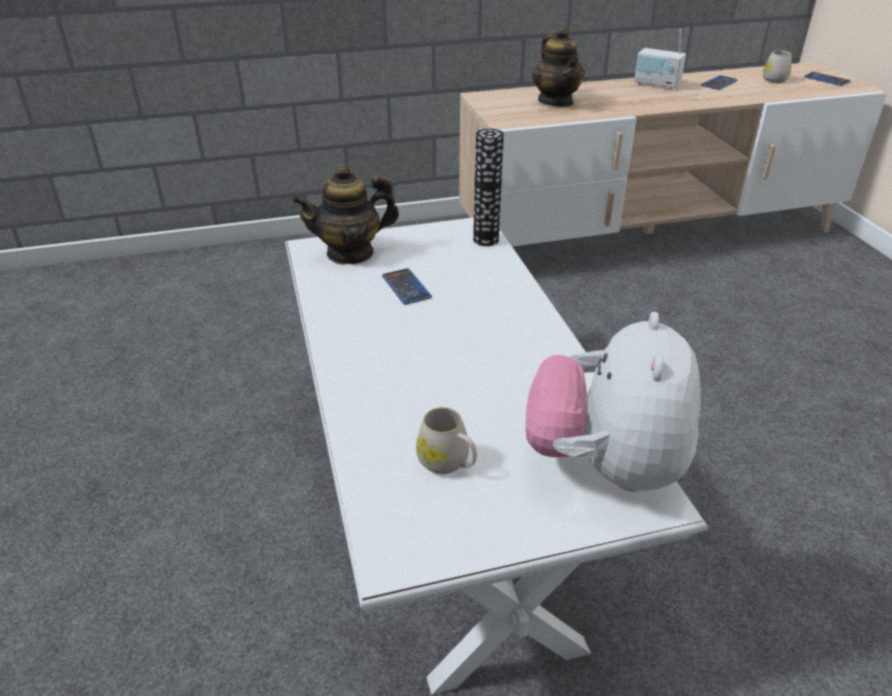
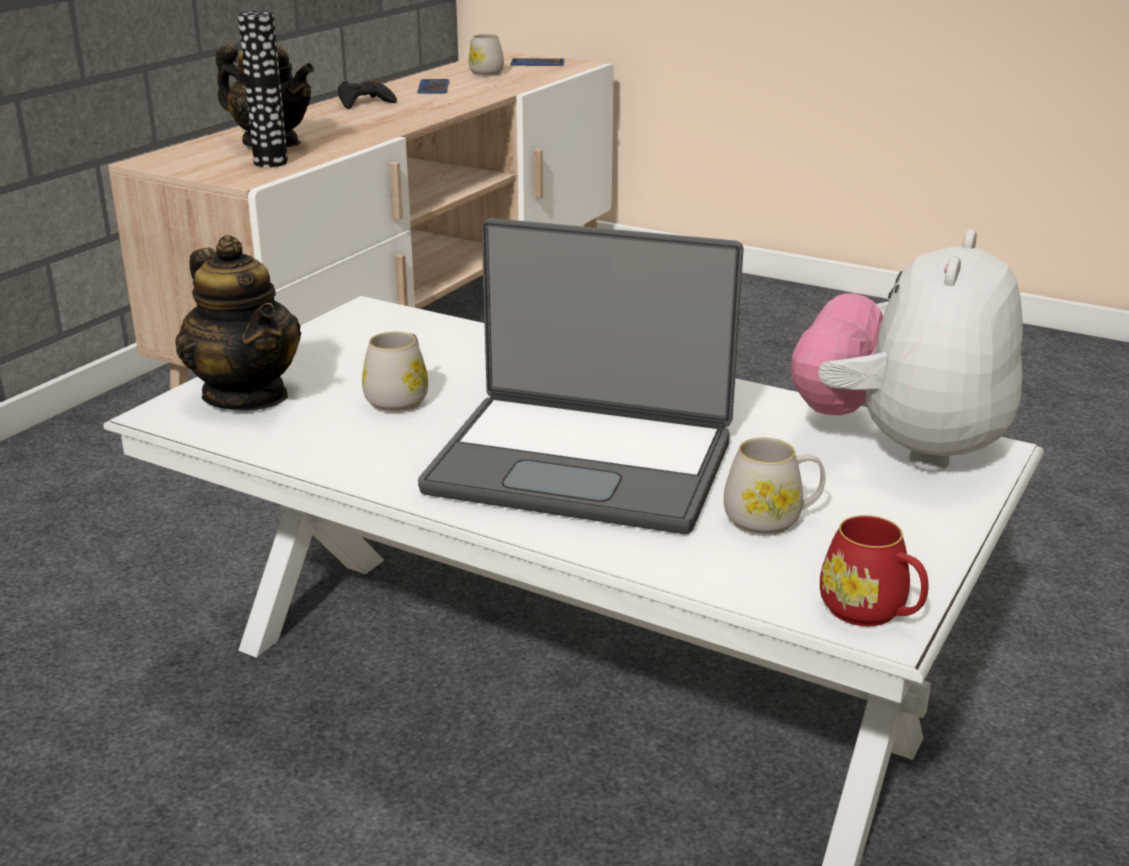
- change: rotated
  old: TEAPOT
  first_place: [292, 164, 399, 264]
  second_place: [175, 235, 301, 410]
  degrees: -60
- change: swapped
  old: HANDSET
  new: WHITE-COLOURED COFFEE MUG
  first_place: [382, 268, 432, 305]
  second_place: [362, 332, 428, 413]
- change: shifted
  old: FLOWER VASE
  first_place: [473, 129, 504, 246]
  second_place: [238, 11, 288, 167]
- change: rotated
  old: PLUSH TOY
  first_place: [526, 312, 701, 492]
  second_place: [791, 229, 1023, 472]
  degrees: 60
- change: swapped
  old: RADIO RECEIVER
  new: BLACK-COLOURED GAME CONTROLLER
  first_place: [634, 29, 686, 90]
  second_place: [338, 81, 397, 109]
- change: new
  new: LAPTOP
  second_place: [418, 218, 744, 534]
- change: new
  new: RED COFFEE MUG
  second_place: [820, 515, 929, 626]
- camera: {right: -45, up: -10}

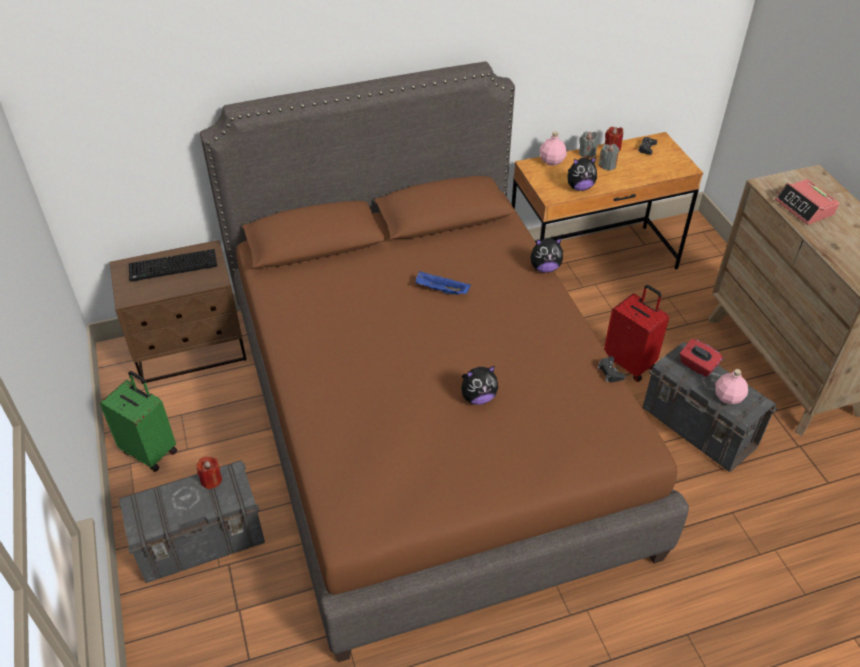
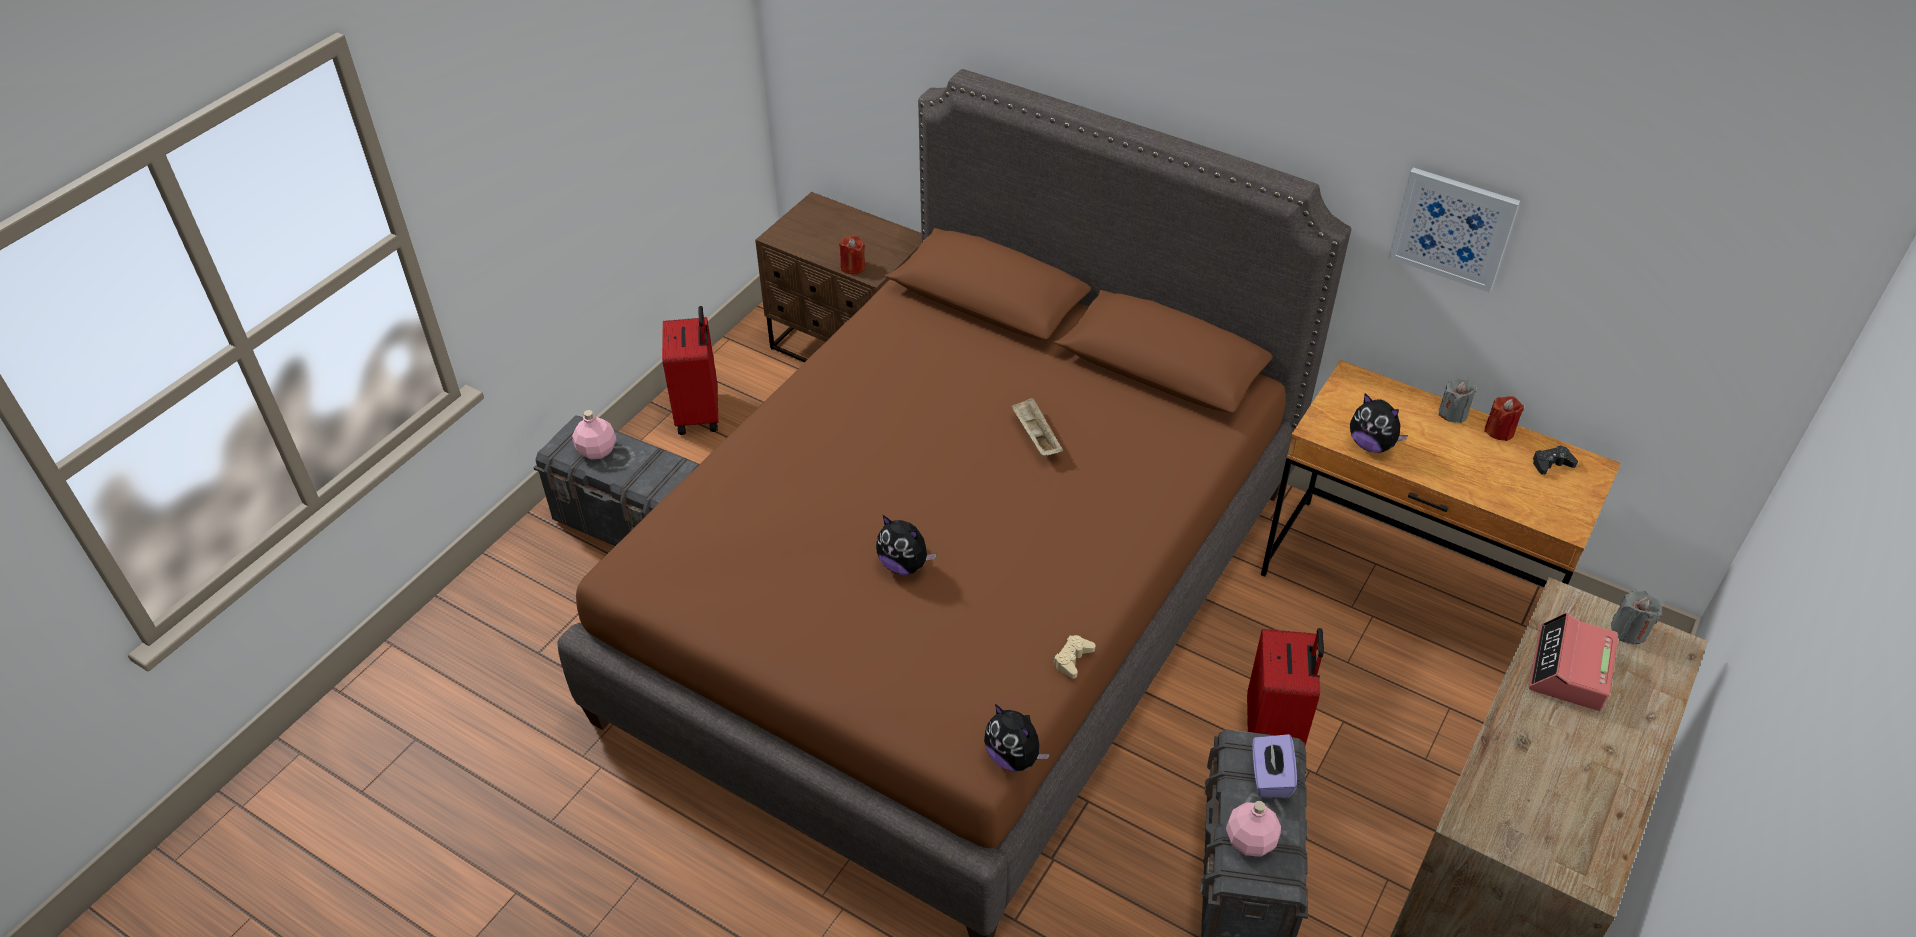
- change: repainted
  old: GREENISH TRAVEL CASE
  new: RED TRAVEL CASE
  first_place: [100, 371, 177, 472]
  second_place: [662, 306, 718, 435]
- change: gone
  old: COMPUTER KEYBOARD
  first_place: [129, 249, 217, 282]
- change: shifted
  old: RED WAX CANDLE
  first_place: [196, 456, 222, 489]
  second_place: [839, 235, 865, 274]
- change: repainted
  old: BLUE TRAY
  new: BEIGE TRAY
  first_place: [415, 271, 471, 295]
  second_place: [1011, 397, 1063, 456]
- change: shifted
  old: PLUSH TOY
  first_place: [531, 238, 563, 273]
  second_place: [984, 704, 1050, 771]
- change: shifted
  old: PINK BEVERAGE BOTTLE
  first_place: [540, 131, 567, 166]
  second_place: [572, 410, 616, 460]
- change: repainted
  old: BLACK-COLOURED GAME CONTROLLER
  new: BEIGE GAME CONTROLLER
  first_place: [598, 356, 626, 382]
  second_place: [1053, 635, 1095, 678]
- change: shifted
  old: GREYISH WAX CANDLE
  first_place: [599, 144, 619, 171]
  second_place: [1611, 589, 1662, 644]
- change: repainted
  old: RED TISSUE BOX
  new: PURPLE-COLOURED TISSUE BOX
  first_place: [680, 339, 723, 377]
  second_place: [1252, 734, 1297, 798]
- change: new
  new: PICTURE
  second_place: [1388, 168, 1520, 293]
- camera: {right: 50, up: 0}

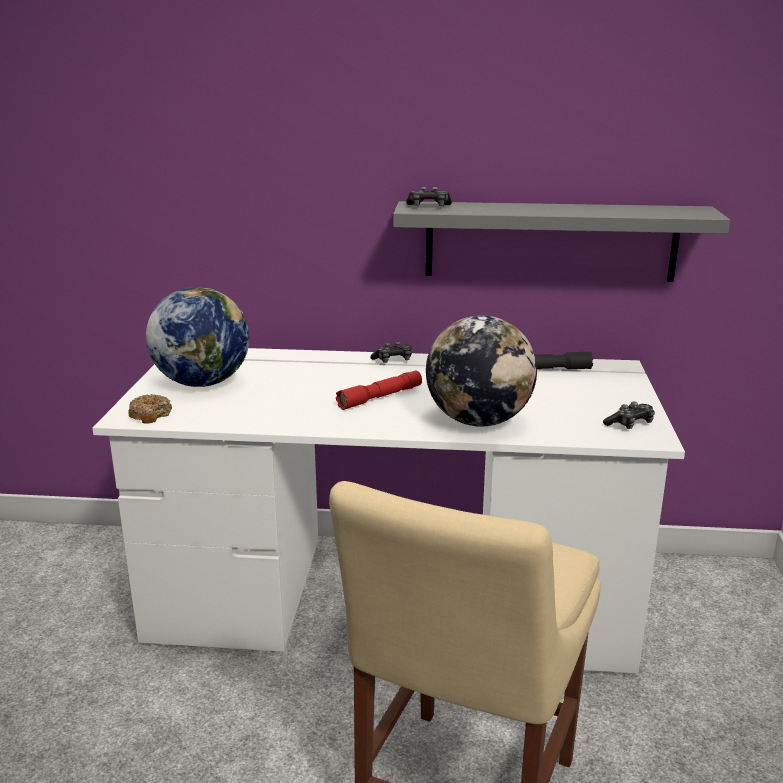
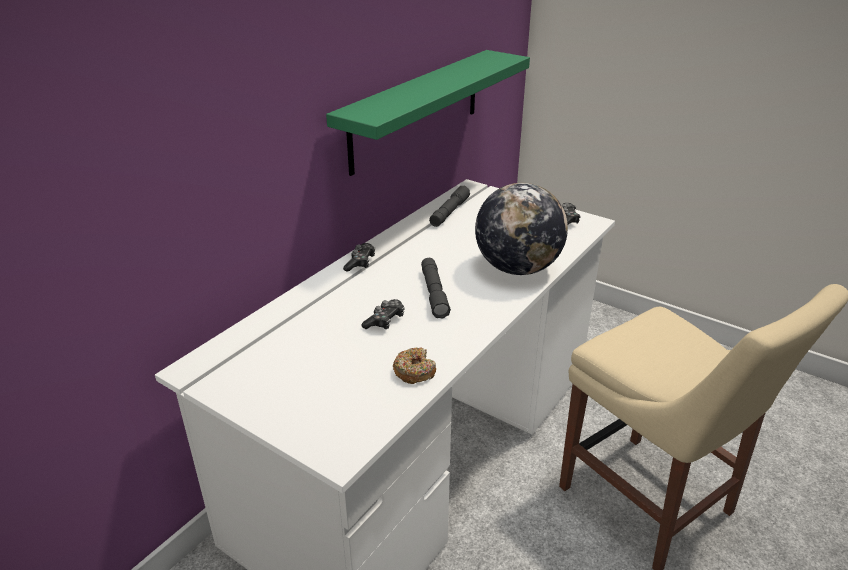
- change: shifted
  old: DONUT
  first_place: [128, 394, 172, 424]
  second_place: [393, 347, 436, 384]
- change: gone
  old: DESK GLOBE
  first_place: [146, 287, 249, 387]
- change: repainted
  old: RED TORCH
  new: GREYISH TORCH
  first_place: [336, 371, 422, 410]
  second_place: [421, 258, 451, 319]
- change: repainted
  old: GREYISH SHELF
  new: GREENISH SHELF
  first_place: [393, 201, 730, 282]
  second_place: [326, 50, 530, 176]
- change: shifted
  old: GAME CONTROLLER
  first_place: [406, 187, 452, 206]
  second_place: [361, 299, 405, 330]
- camera: {right: -60, up: 10}

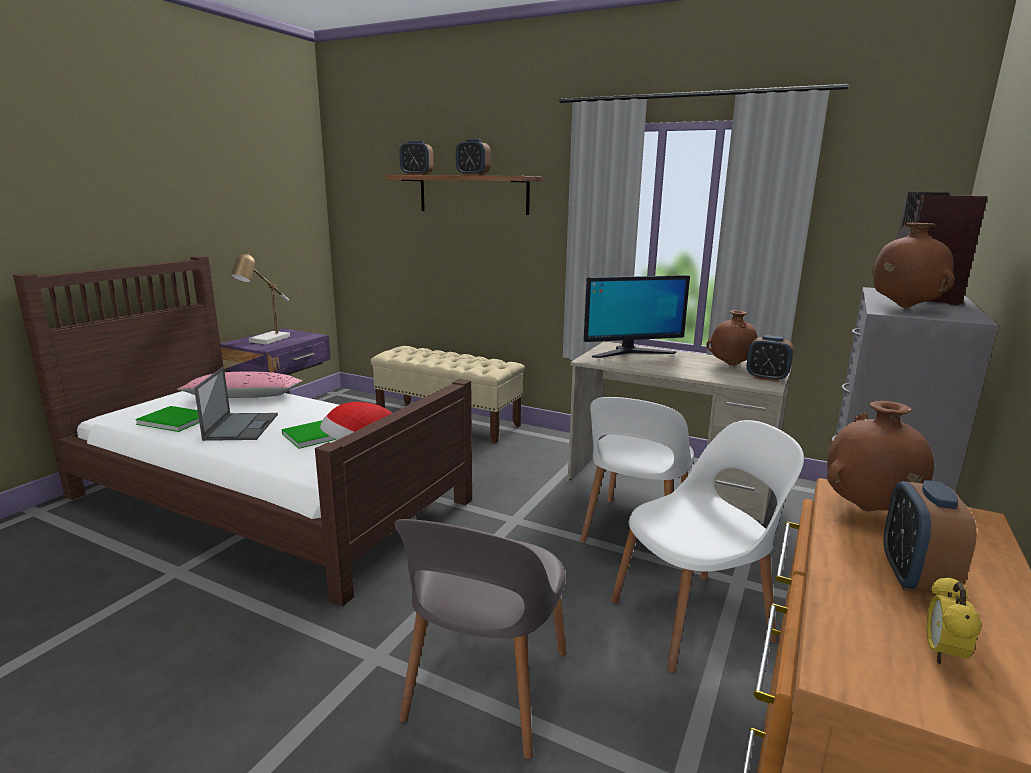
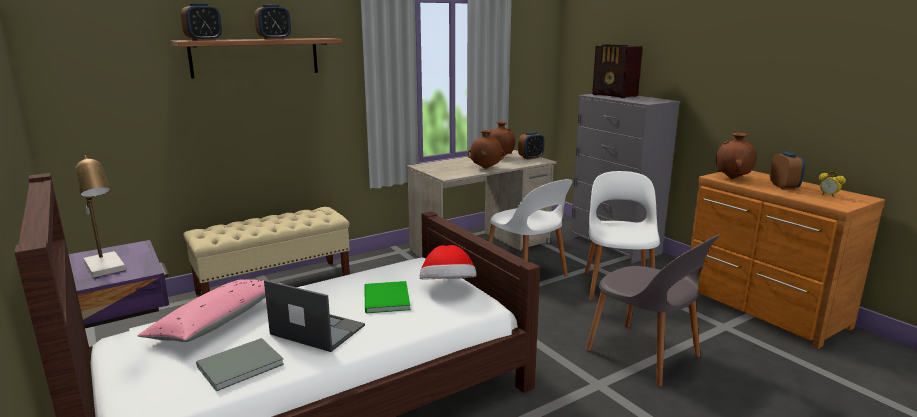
- change: repainted
  old: GREENISH BOUND BOOK
  new: GREYISH BOUND BOOK
  first_place: [135, 406, 199, 432]
  second_place: [196, 338, 284, 391]
- change: gone
  old: MONITOR
  first_place: [584, 275, 690, 358]
- change: shifted
  old: BROWN FLOWER VASE
  first_place: [872, 223, 954, 308]
  second_place: [467, 130, 505, 169]
- change: rotated
  old: BEDSIDE CLOCK
  first_place: [884, 480, 977, 596]
  second_place: [770, 151, 805, 190]
  degrees: -135
- camera: {right: -60, up: 0}

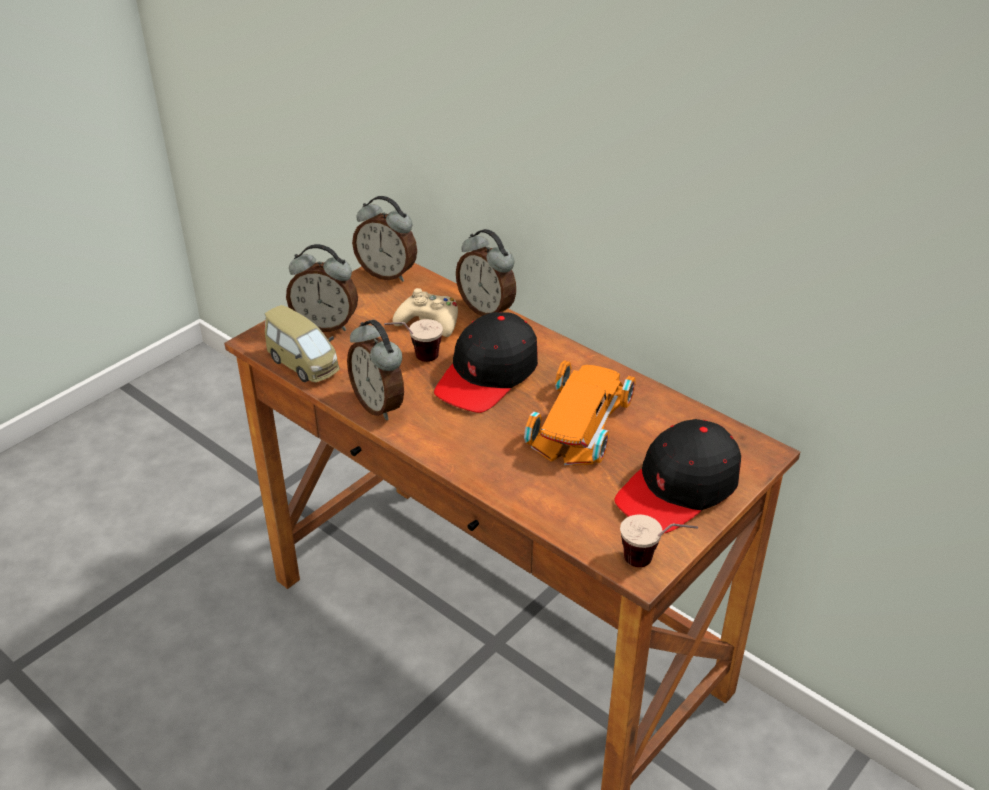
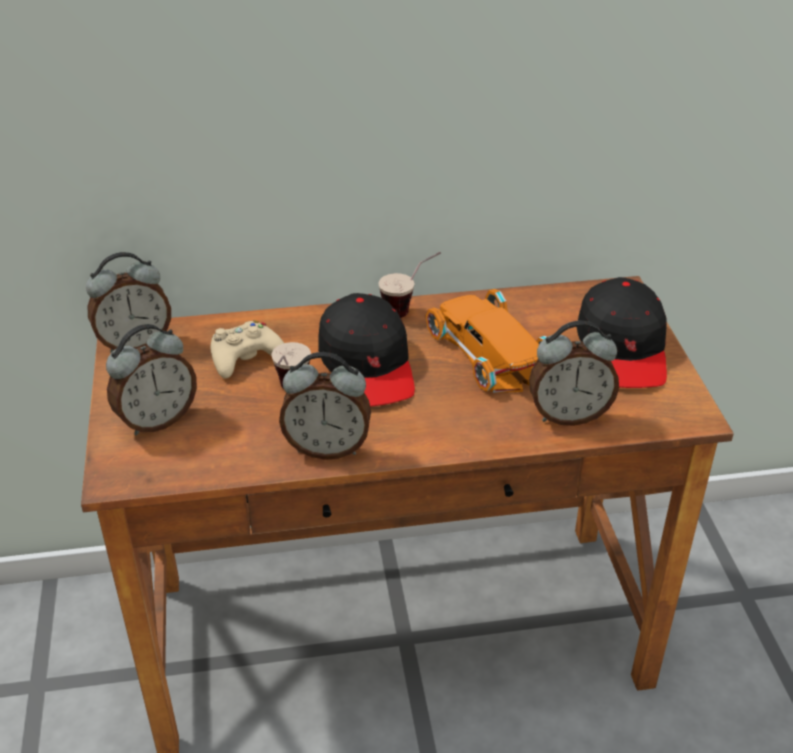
- change: gone
  old: MODEL CAR
  first_place: [264, 305, 340, 383]
- change: shifted
  old: BEDSIDE CLOCK
  first_place: [456, 229, 516, 316]
  second_place: [529, 320, 619, 426]
- change: shifted
  old: DRINKING CUP
  first_place: [620, 514, 698, 567]
  second_place: [378, 252, 441, 318]
- camera: {right: -50, up: 0}

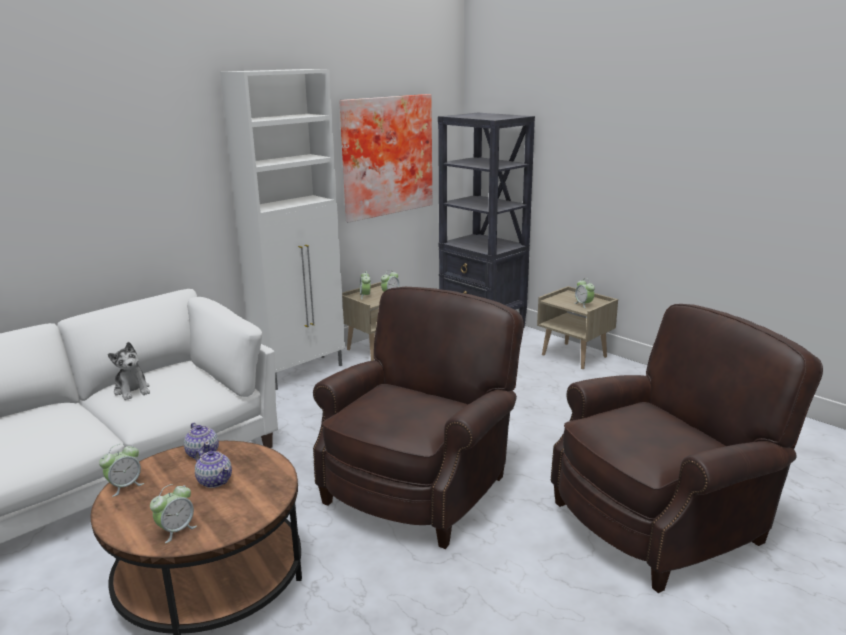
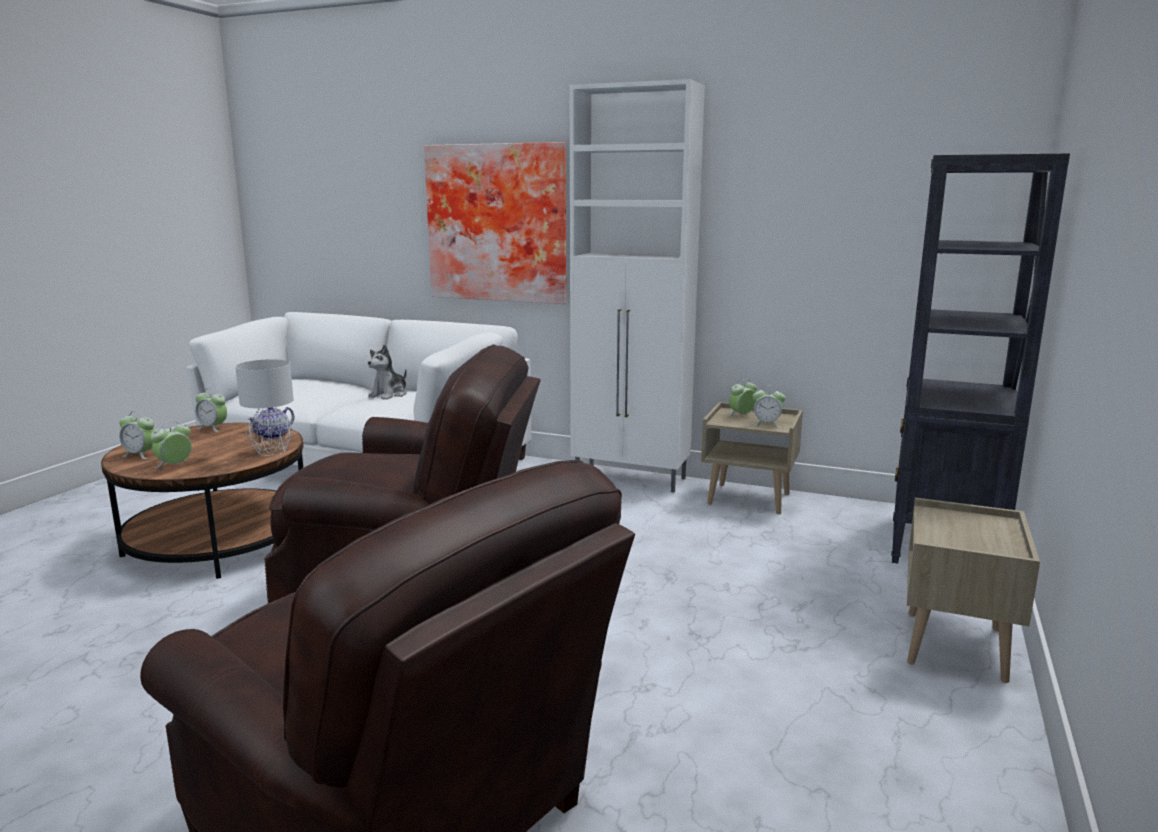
- change: gone
  old: TEAPOT
  first_place: [195, 449, 232, 488]
- change: shifted
  old: PICTURE
  first_place: [339, 94, 432, 223]
  second_place: [424, 142, 566, 304]
- change: shifted
  old: BEDSIDE CLOCK
  first_place: [575, 278, 595, 308]
  second_place: [150, 421, 192, 469]
- change: new
  new: GREYISH TABLE LAMP
  second_place: [235, 359, 294, 456]
- camera: {right: 65, up: -5}

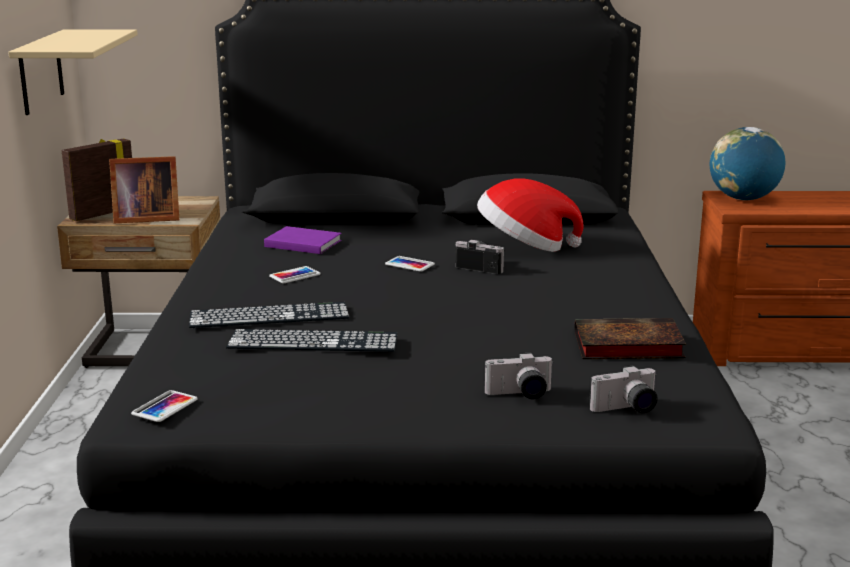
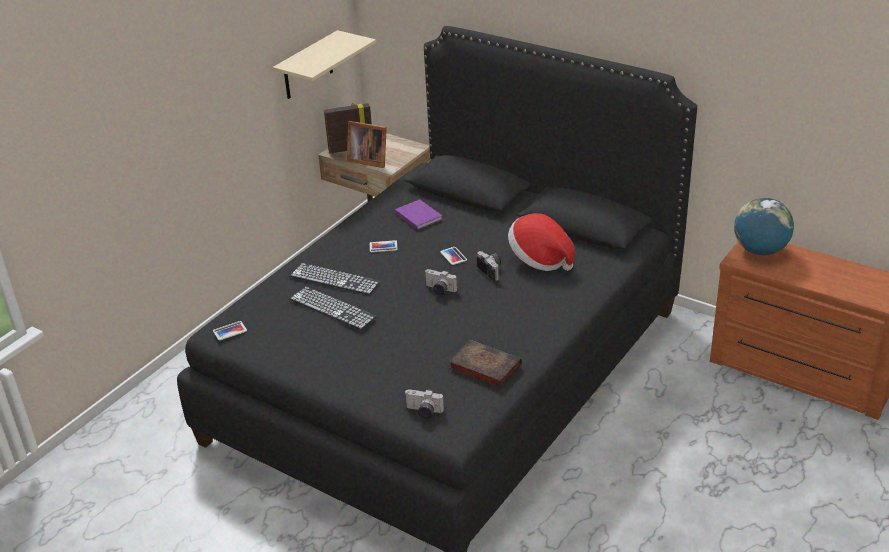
- change: shifted
  old: STILL CAMERA
  first_place: [485, 353, 554, 399]
  second_place: [425, 269, 457, 295]
- camera: {right: 35, up: 15}

